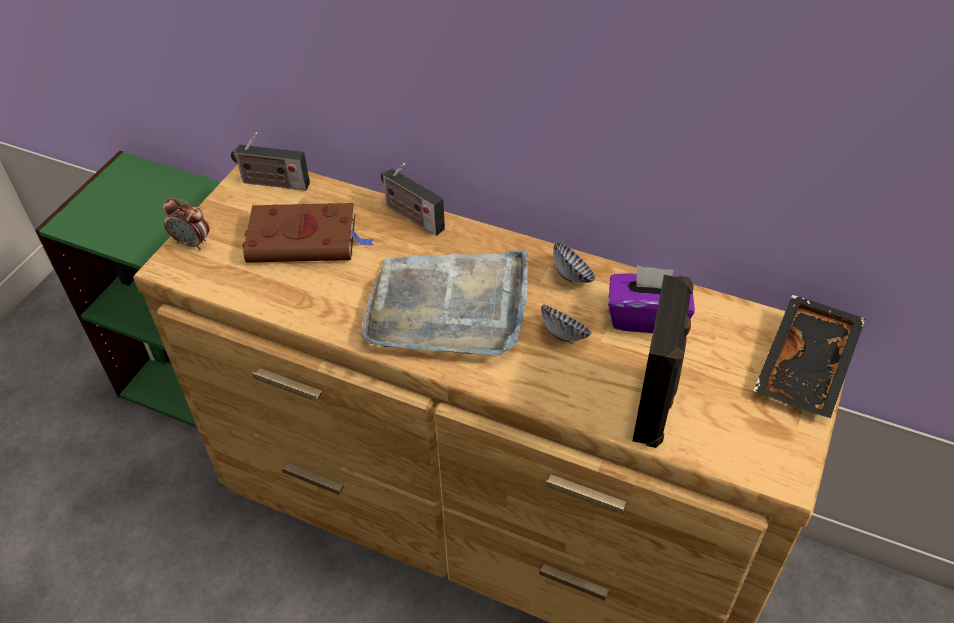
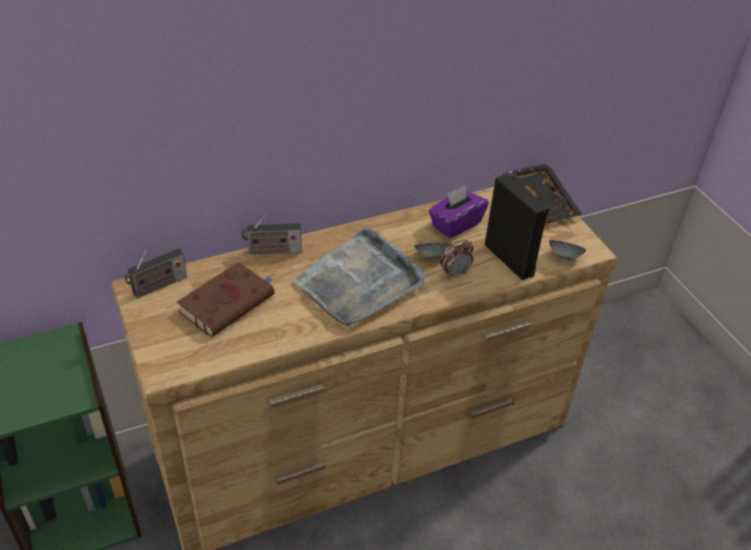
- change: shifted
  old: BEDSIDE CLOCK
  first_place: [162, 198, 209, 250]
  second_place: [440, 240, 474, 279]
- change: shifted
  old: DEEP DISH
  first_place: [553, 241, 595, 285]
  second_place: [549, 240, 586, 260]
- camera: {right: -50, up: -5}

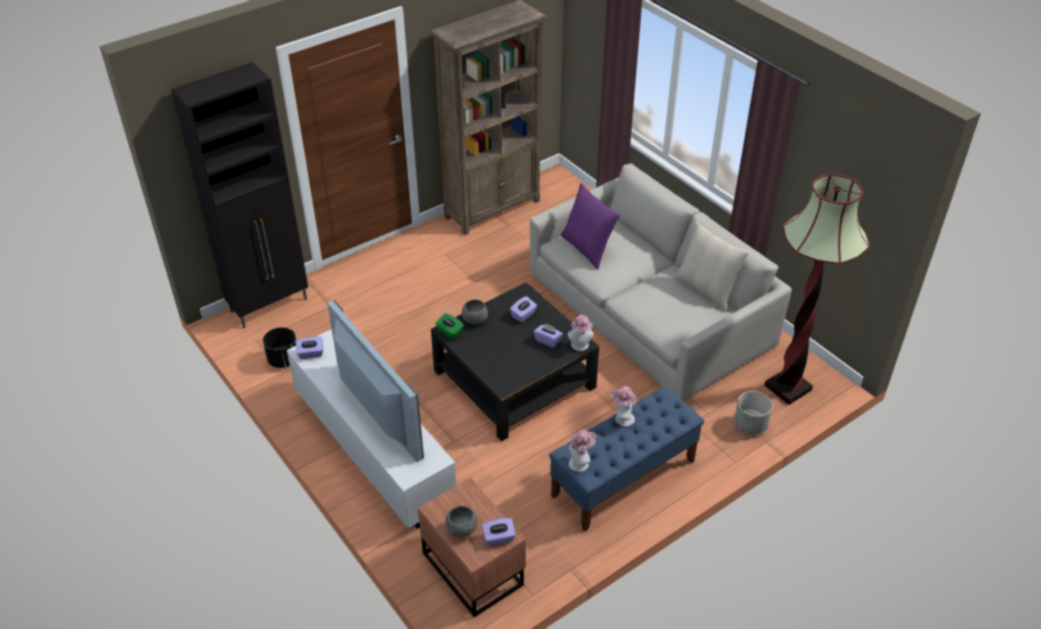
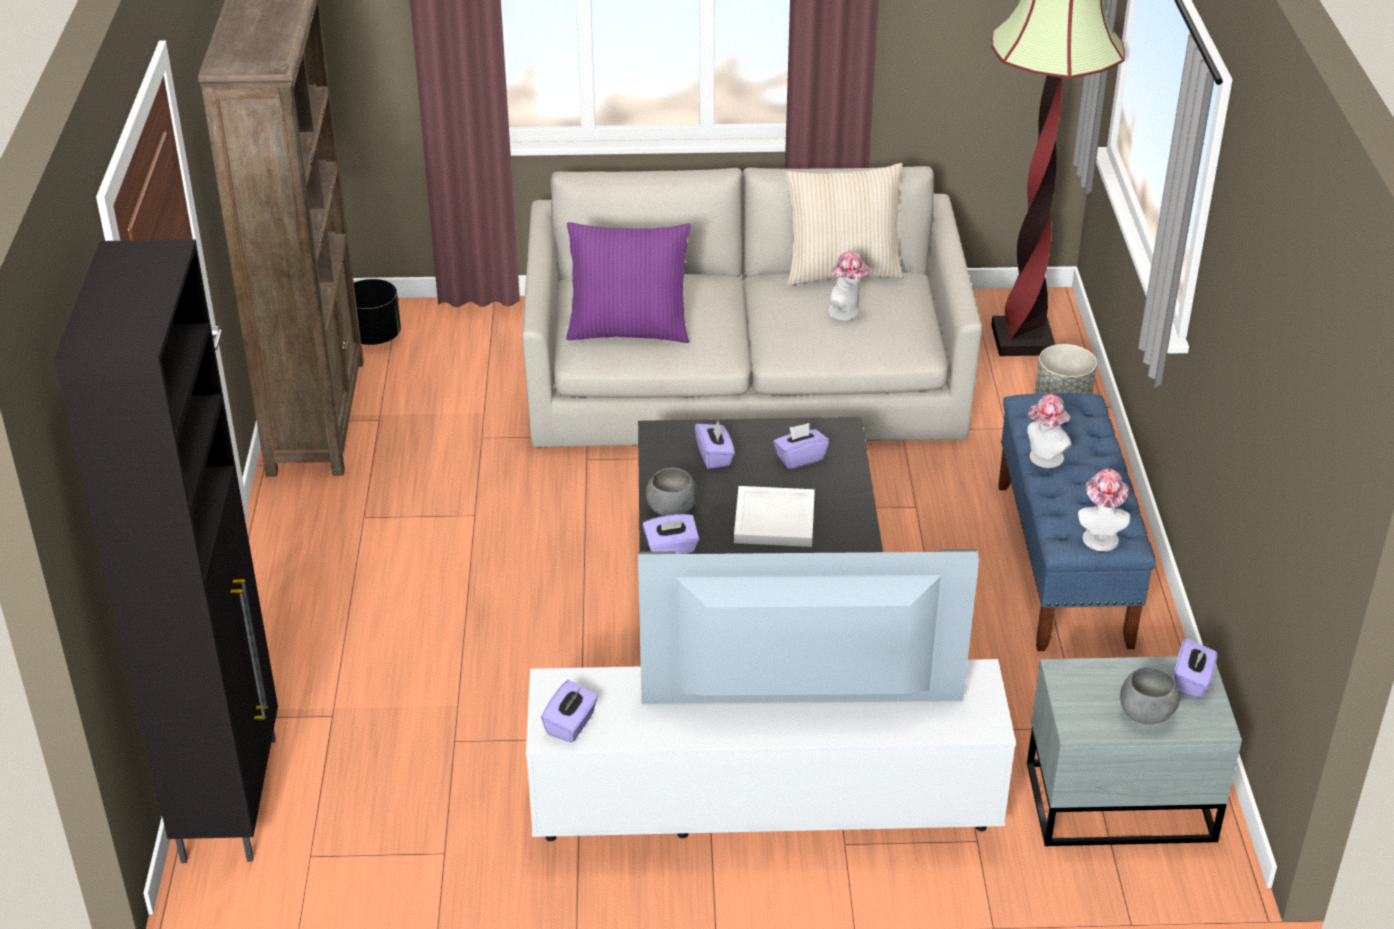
- change: shifted
  old: BLACK-COLOURED PLANT POT
  first_place: [263, 327, 296, 368]
  second_place: [354, 279, 401, 345]
- change: repainted
  old: BROWN BEDSIDE TABLE
  new: GREYISH BEDSIDE TABLE
  first_place: [418, 478, 526, 617]
  second_place: [1027, 656, 1242, 846]
- change: repainted
  old: GREENISH TISSUE BOX
  new: PURPLE-COLOURED TISSUE BOX
  first_place: [435, 313, 464, 339]
  second_place: [642, 514, 699, 554]
- change: shifted
  old: CLOTHING HAT
  first_place: [568, 315, 594, 351]
  second_place: [828, 251, 871, 320]
- change: new
  new: WHITE-COLOURED TRAY
  second_place: [734, 486, 815, 547]
- camera: {right: -55, up: -5}

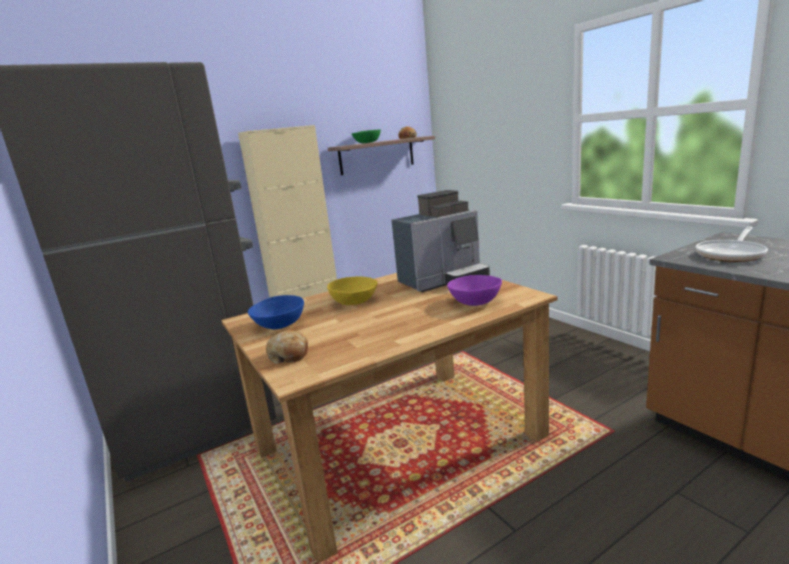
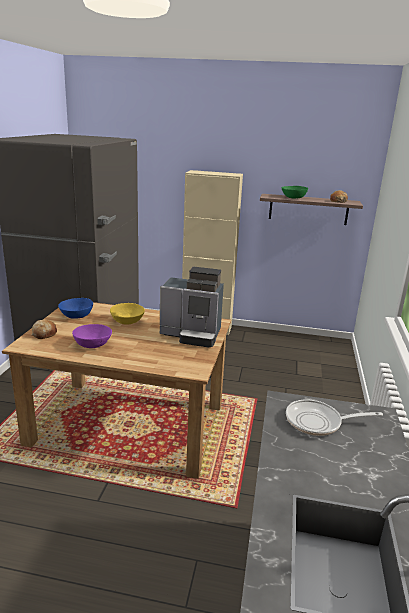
- change: shifted
  old: PURPLE-COLOURED DEEP DISH
  first_place: [447, 275, 502, 306]
  second_place: [72, 324, 112, 348]
- camera: {right: 40, up: 5}

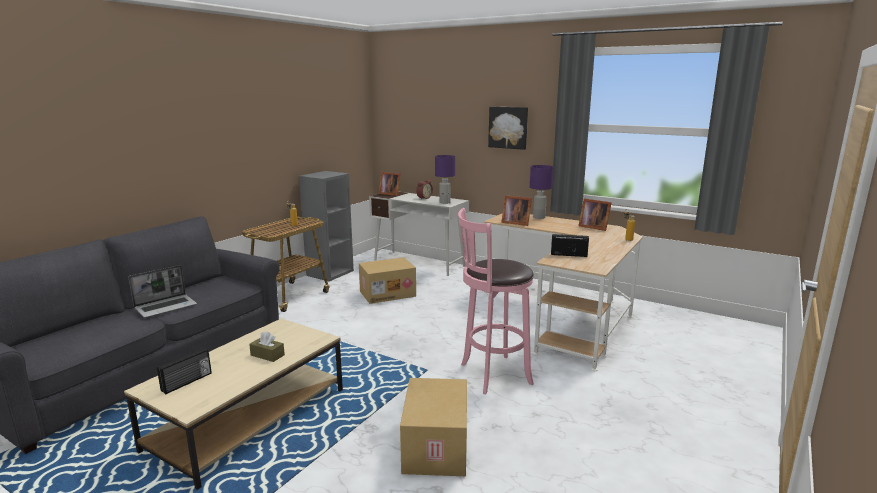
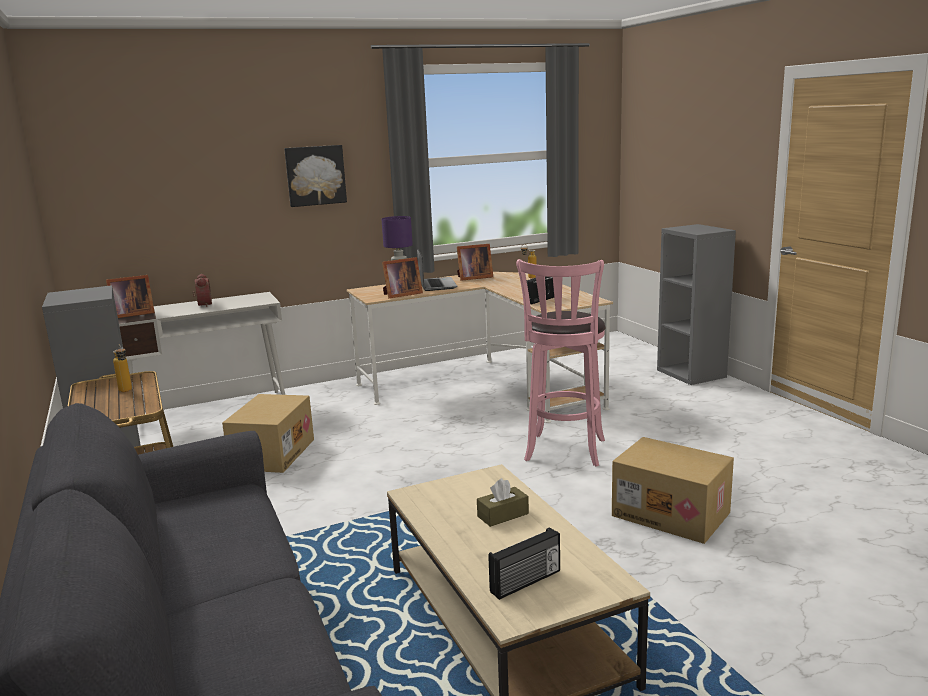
- change: shifted
  old: LAPTOP
  first_place: [129, 265, 197, 318]
  second_place: [417, 249, 457, 291]
- change: rotated
  old: RADIO RECEIVER
  first_place: [157, 348, 212, 394]
  second_place: [488, 527, 560, 600]
  degrees: 75
- change: gone
  old: PURPLE-COLOURED TABLE LAMP
  first_place: [435, 155, 455, 204]
- change: new
  new: GREYISH SHELVING UNIT
  second_place: [657, 224, 736, 385]
- camera: {right: -55, up: 0}

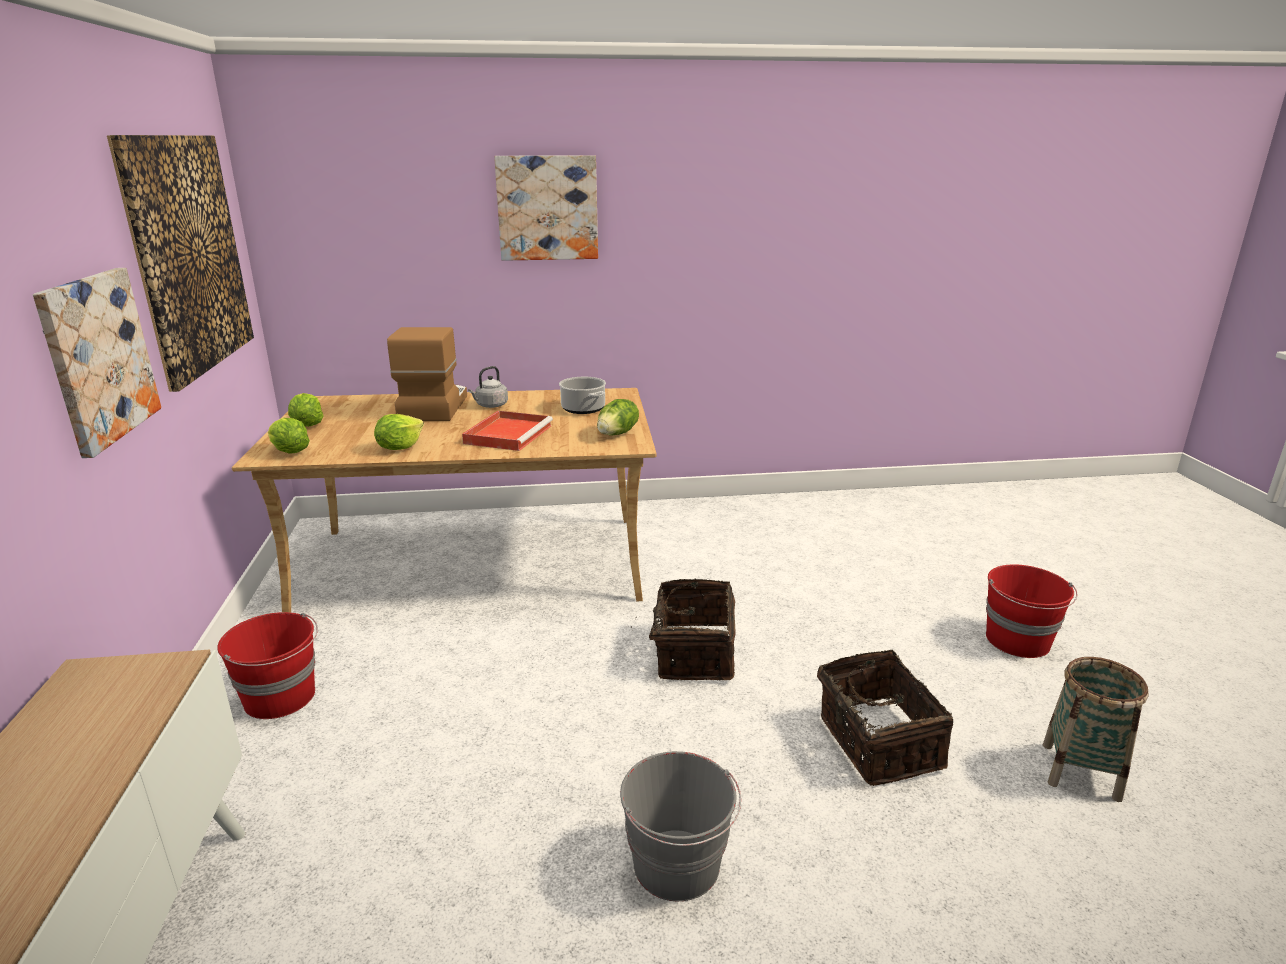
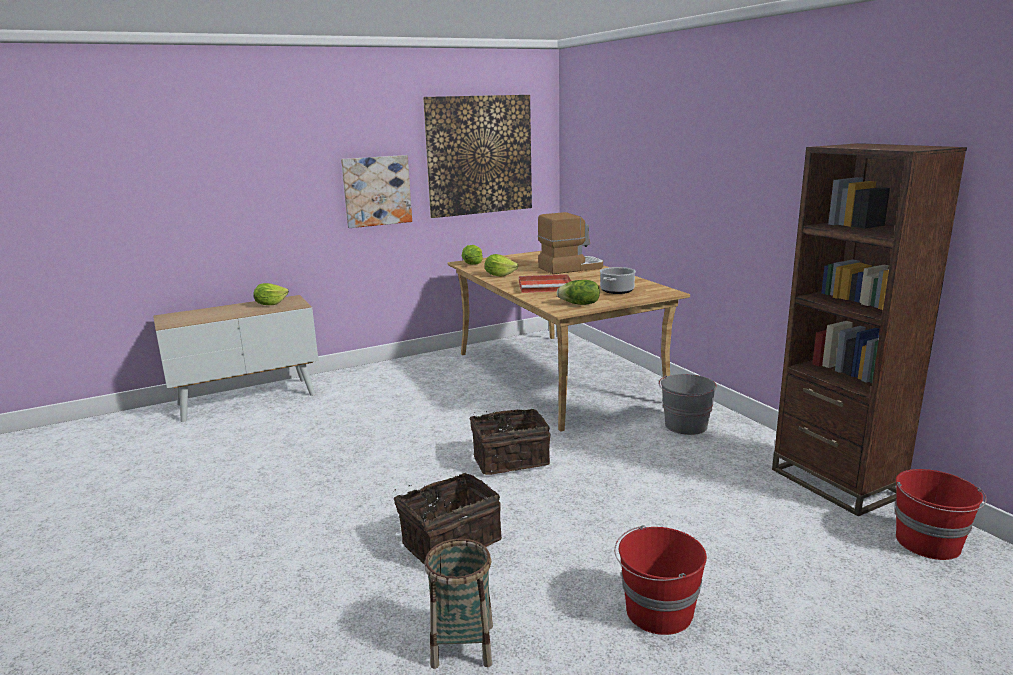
- change: shifted
  old: RED WATER BUCKET
  first_place: [217, 612, 318, 719]
  second_place: [895, 469, 987, 560]
- change: shifted
  old: LETTUCE HEAD
  first_place: [288, 393, 324, 427]
  second_place: [253, 283, 289, 305]
- change: gone
  old: GREYISH WATER KETTLE
  first_place: [468, 366, 508, 408]
- change: gone
  old: PICTURE
  first_place: [494, 155, 598, 261]
- change: shifted
  old: GREYISH WATER BUCKET
  first_place: [620, 751, 741, 901]
  second_place: [659, 374, 717, 435]
- change: new
  new: BROWN SHELVING UNIT
  second_place: [772, 143, 967, 516]
- camera: {right: 70, up: -5}

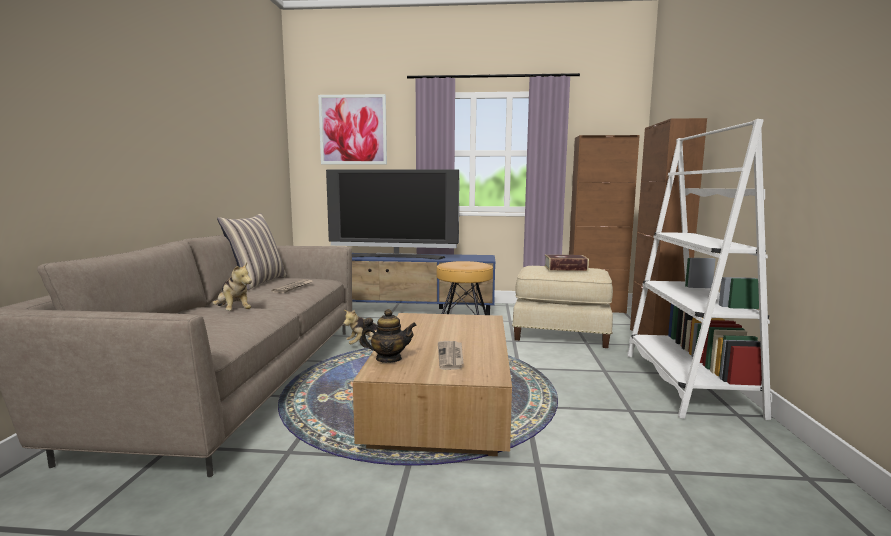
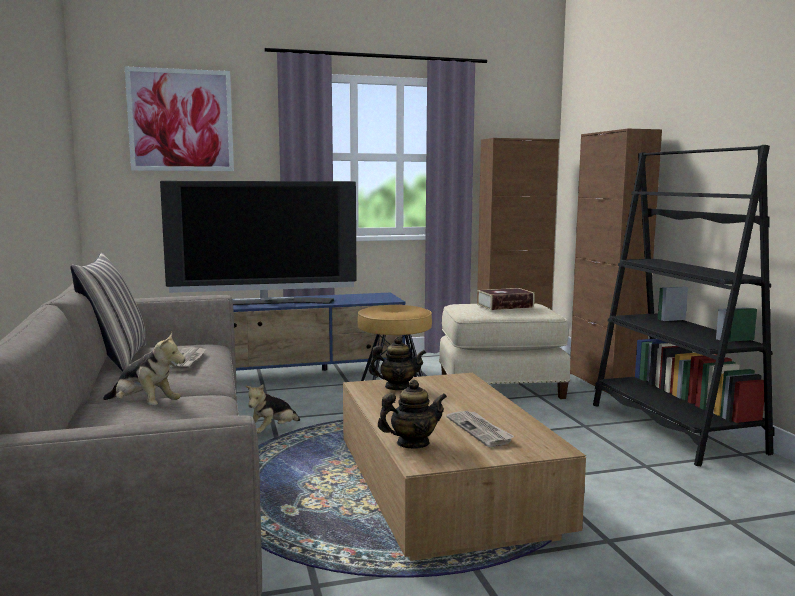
- change: repainted
  old: WHITE-COLOURED SHELVING UNIT
  new: BLACK-COLOURED SHELVING UNIT
  first_place: [627, 119, 772, 420]
  second_place: [593, 145, 775, 466]
- change: new
  new: TEAPOT
  second_place: [368, 337, 426, 390]
- camera: {right: -20, up: 0}

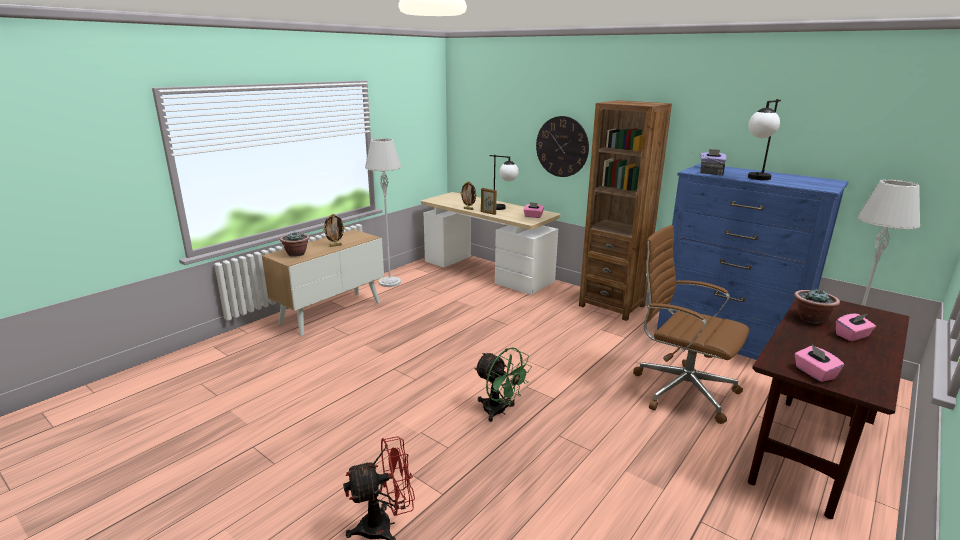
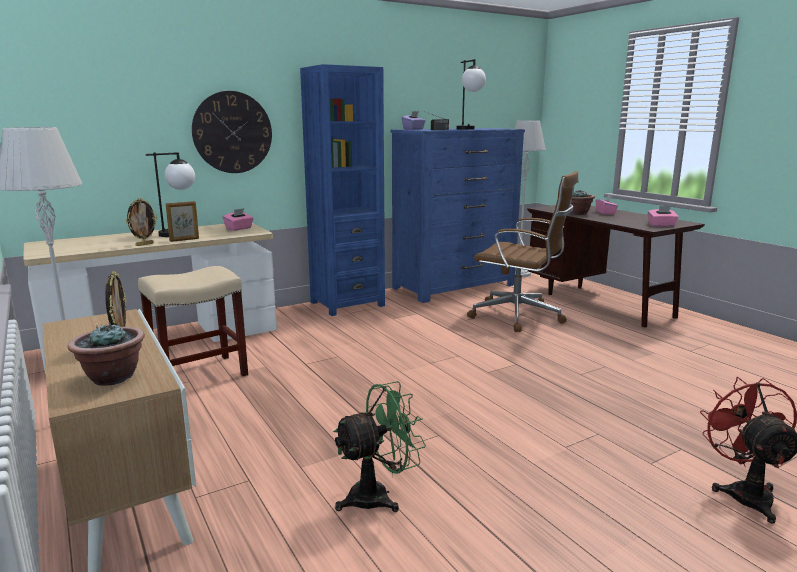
- change: shifted
  old: GREENISH FAN
  first_place: [474, 347, 532, 422]
  second_place: [333, 381, 426, 512]
- change: repainted
  old: BROWN SHELVING UNIT
  new: BLUE SHELVING UNIT
  first_place: [579, 100, 672, 321]
  second_place: [300, 64, 385, 316]
- change: rotated
  old: BROWN COMPUTER CHAIR
  first_place: [633, 225, 749, 424]
  second_place: [467, 171, 578, 332]
  degrees: -120
- change: new
  new: BEIGE STOOL
  second_place: [138, 266, 248, 377]
- camera: {right: -70, up: -5}

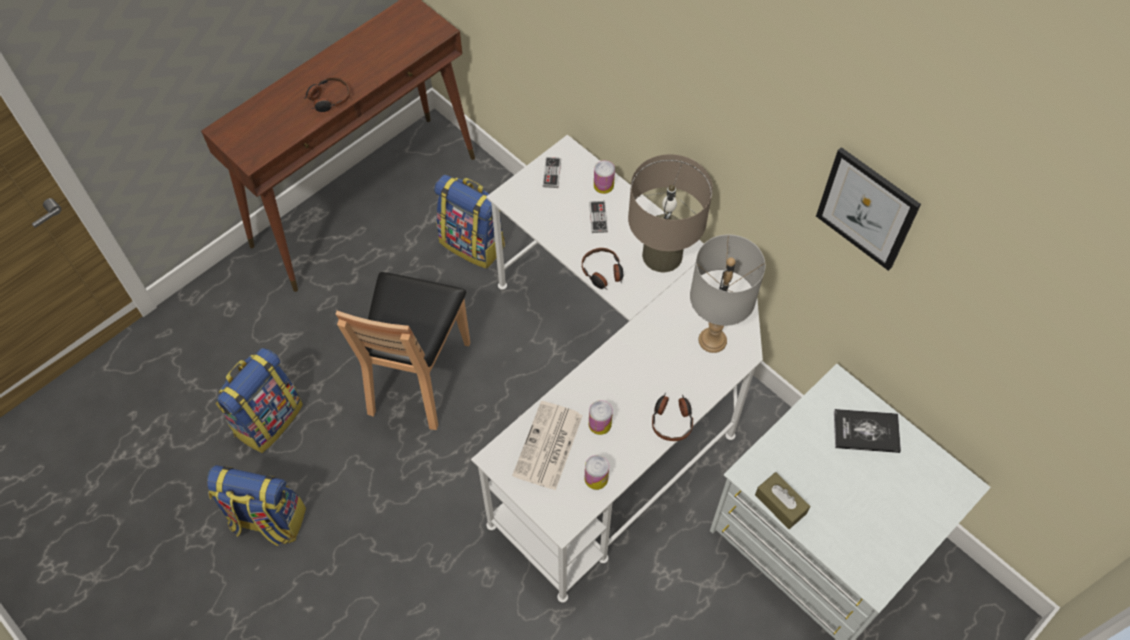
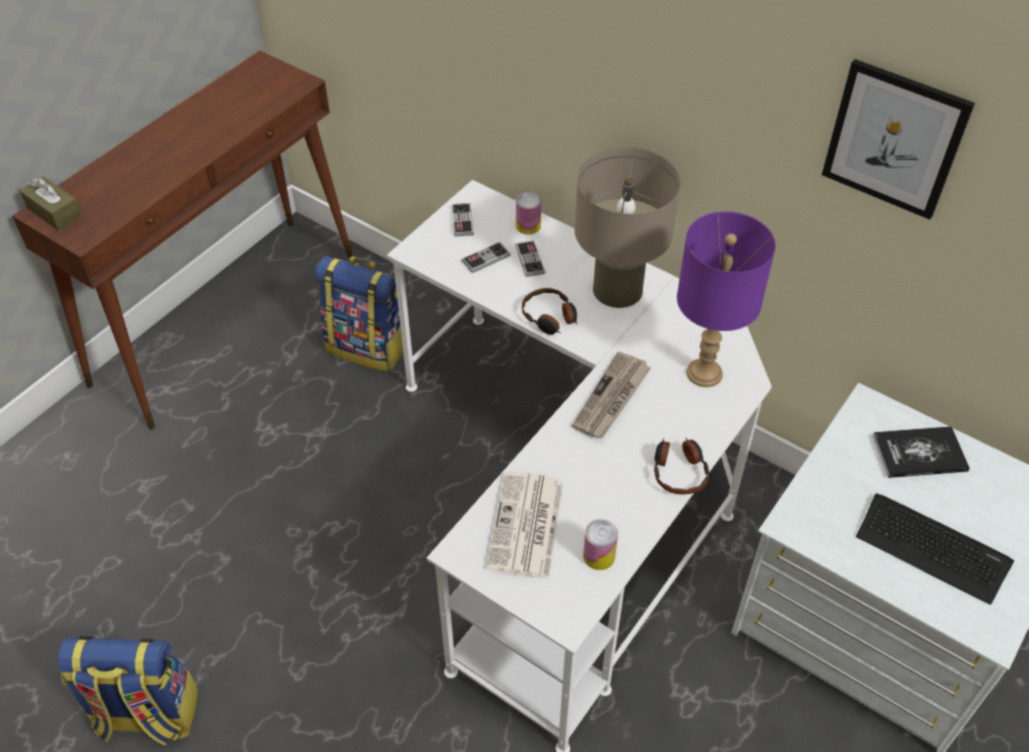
- change: gone
  old: BACKPACK
  first_place: [216, 348, 303, 453]
- change: gone
  old: PAIR OF HEADPHONES
  first_place: [304, 77, 350, 112]
- change: gone
  old: BROWN UPRIGHT CHAIR
  first_place: [336, 272, 470, 430]
- change: gone
  old: METAL CAN
  first_place: [589, 400, 613, 435]
- change: repainted
  old: GREYISH TABLE LAMP
  new: PURPLE-COLOURED TABLE LAMP
  first_place: [690, 235, 765, 353]
  second_place: [677, 211, 776, 387]
- change: shifted
  old: BROWN TISSUE BOX
  first_place: [755, 472, 810, 529]
  second_place: [20, 176, 83, 231]
- change: new
  new: GAME CONTROLLER
  second_place: [461, 242, 511, 273]
- change: new
  new: DAILY PAPER
  second_place: [572, 352, 651, 438]
- change: new
  new: COMPUTER KEYBOARD
  second_place: [856, 493, 1014, 605]
- camera: {right: -10, up: -10}

